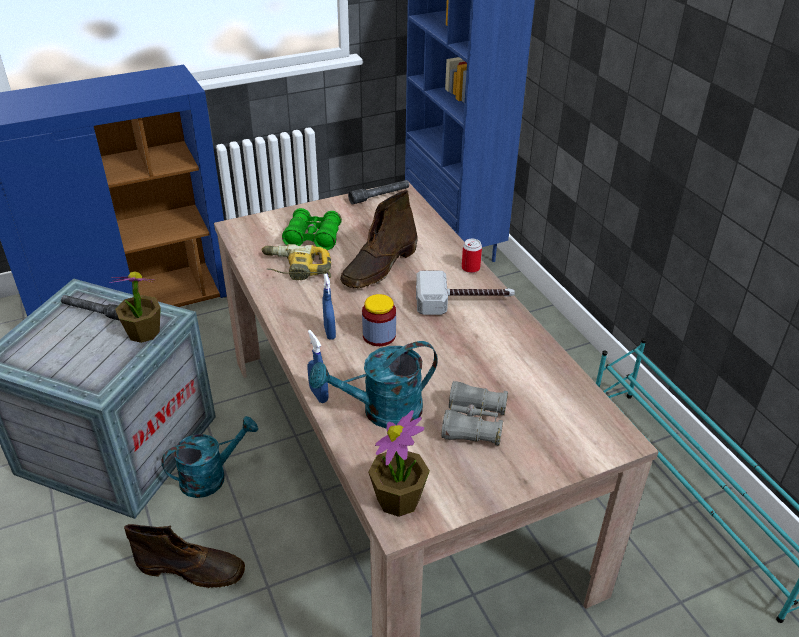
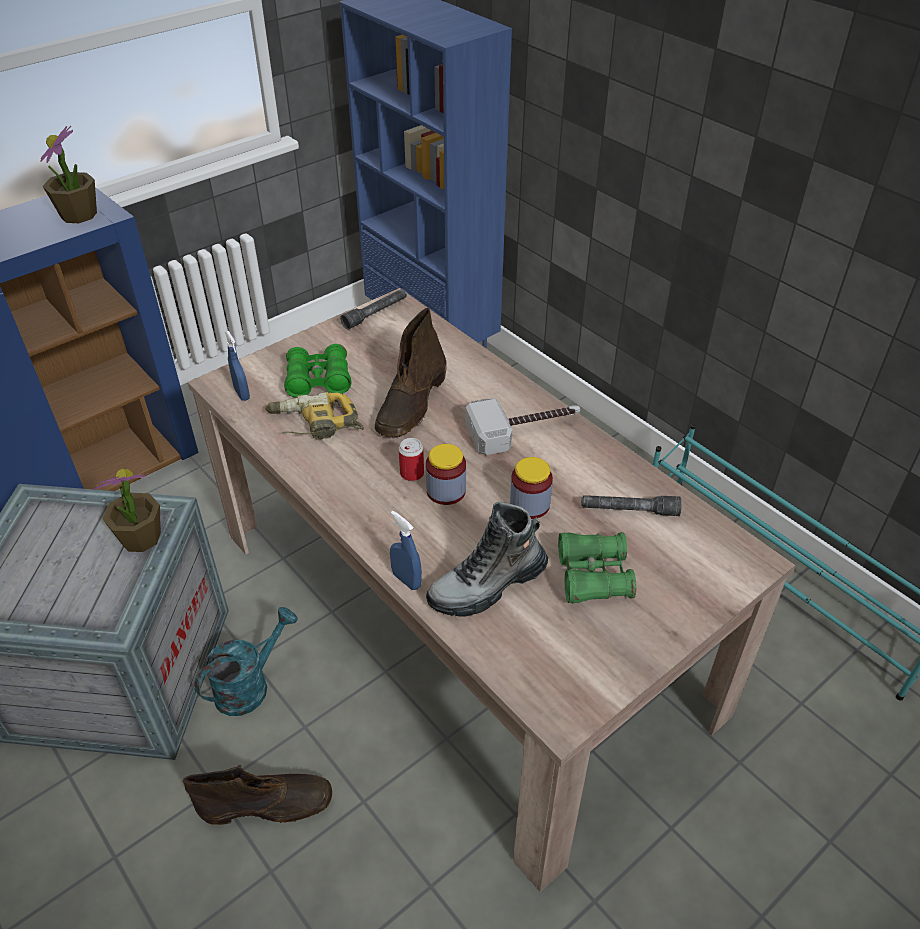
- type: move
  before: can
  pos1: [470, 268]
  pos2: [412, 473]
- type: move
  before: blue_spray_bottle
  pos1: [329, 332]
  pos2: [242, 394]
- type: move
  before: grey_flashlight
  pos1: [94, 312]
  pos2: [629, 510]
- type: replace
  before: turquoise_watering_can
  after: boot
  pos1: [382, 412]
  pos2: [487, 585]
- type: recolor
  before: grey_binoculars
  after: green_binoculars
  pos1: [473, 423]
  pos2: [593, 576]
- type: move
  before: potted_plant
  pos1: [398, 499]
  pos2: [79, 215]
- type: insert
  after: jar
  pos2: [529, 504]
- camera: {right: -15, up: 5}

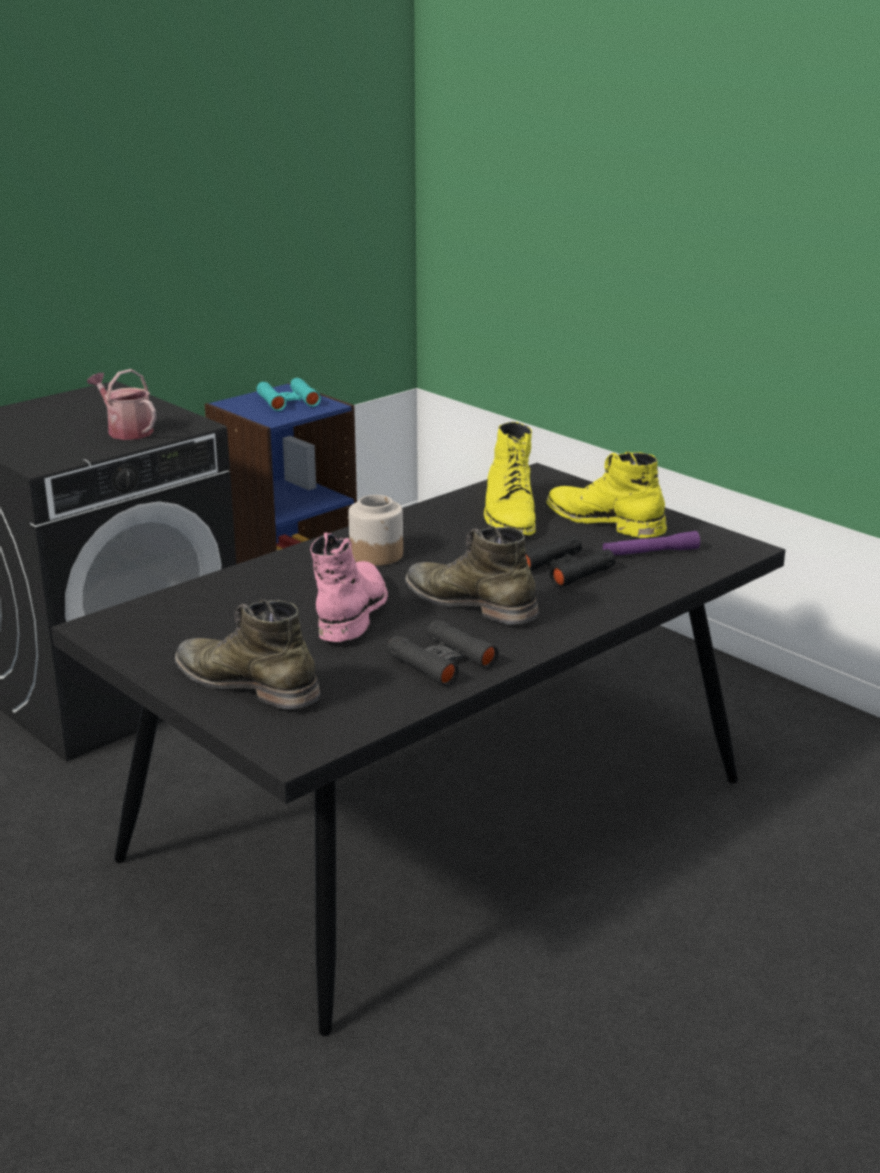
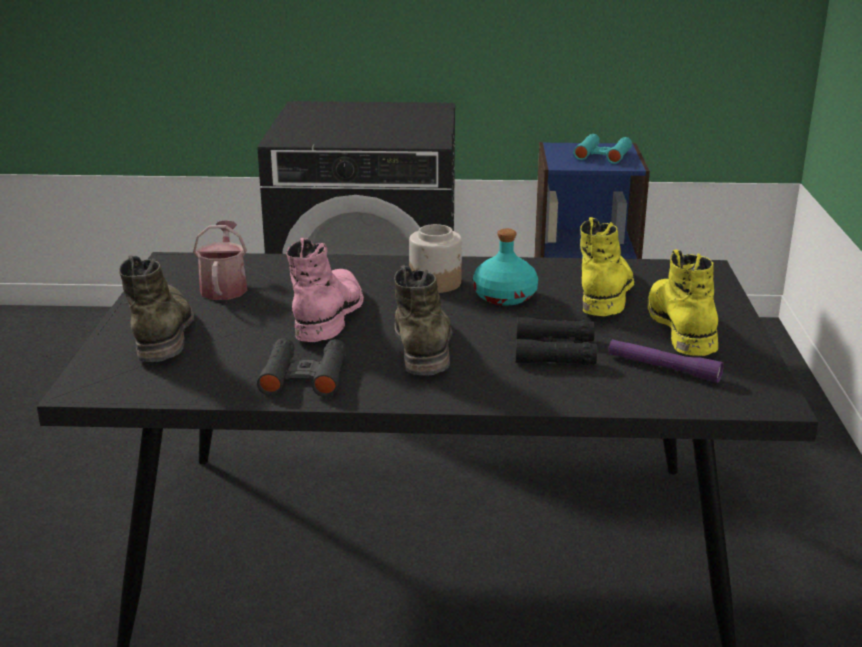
- type: move
  before: watering_can
  pos1: [126, 431]
  pos2: [224, 287]
- type: rotate
  before: yellow_boot
  pos1: [509, 515]
  pos2: [604, 292]
  turn: 150
- type: rotate
  before: pink_boot
  pos1: [352, 611]
  pos2: [329, 315]
  turn: -45
- type: insert
  after: turquoise_bottle
  pos2: [505, 296]
- camera: {right: 45, up: 0}

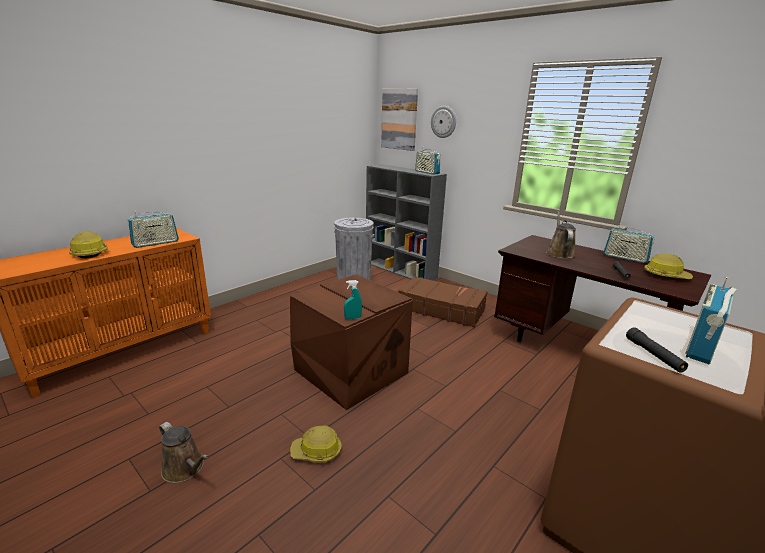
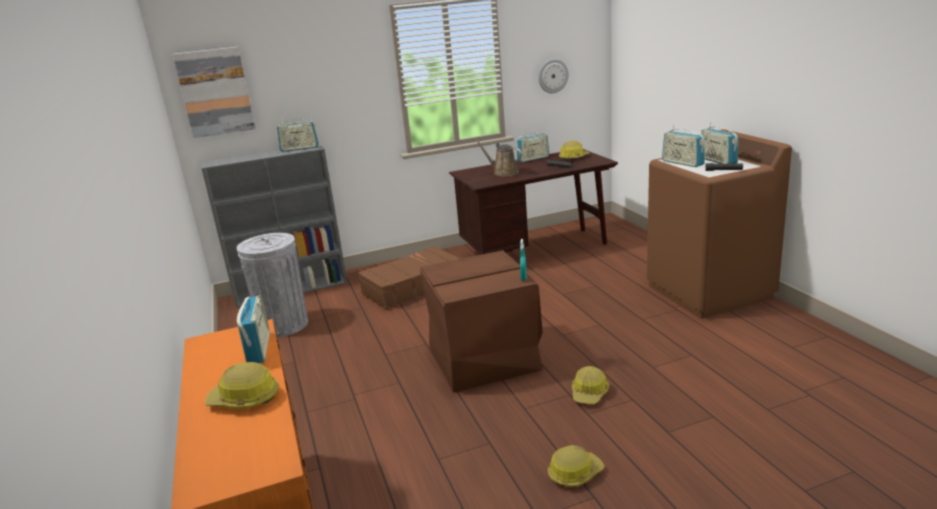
- type: move
  before: wall_clock
  pos1: [443, 122]
  pos2: [553, 76]
- type: replace
  before: brown_watering_can
  after: hard_hat
  pos1: [185, 469]
  pos2: [574, 473]
- type: insert
  after: radio
  pos2: [682, 163]
- camera: {right: -60, up: 0}

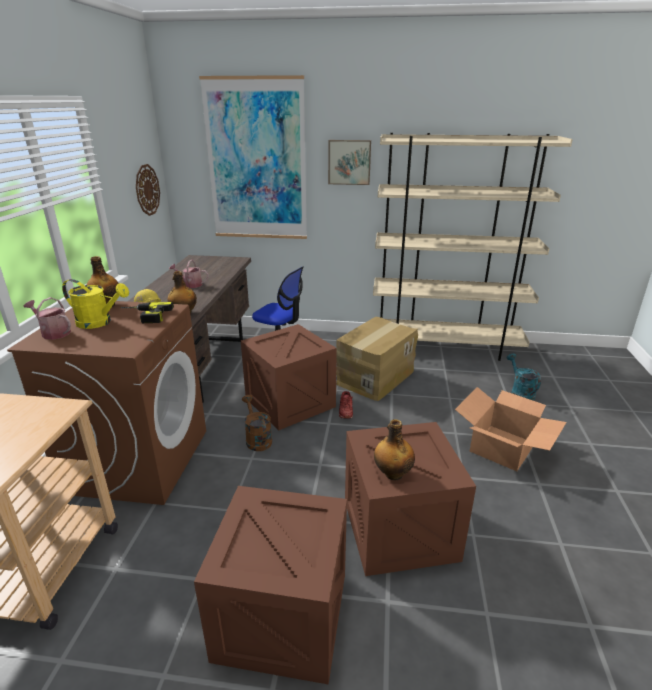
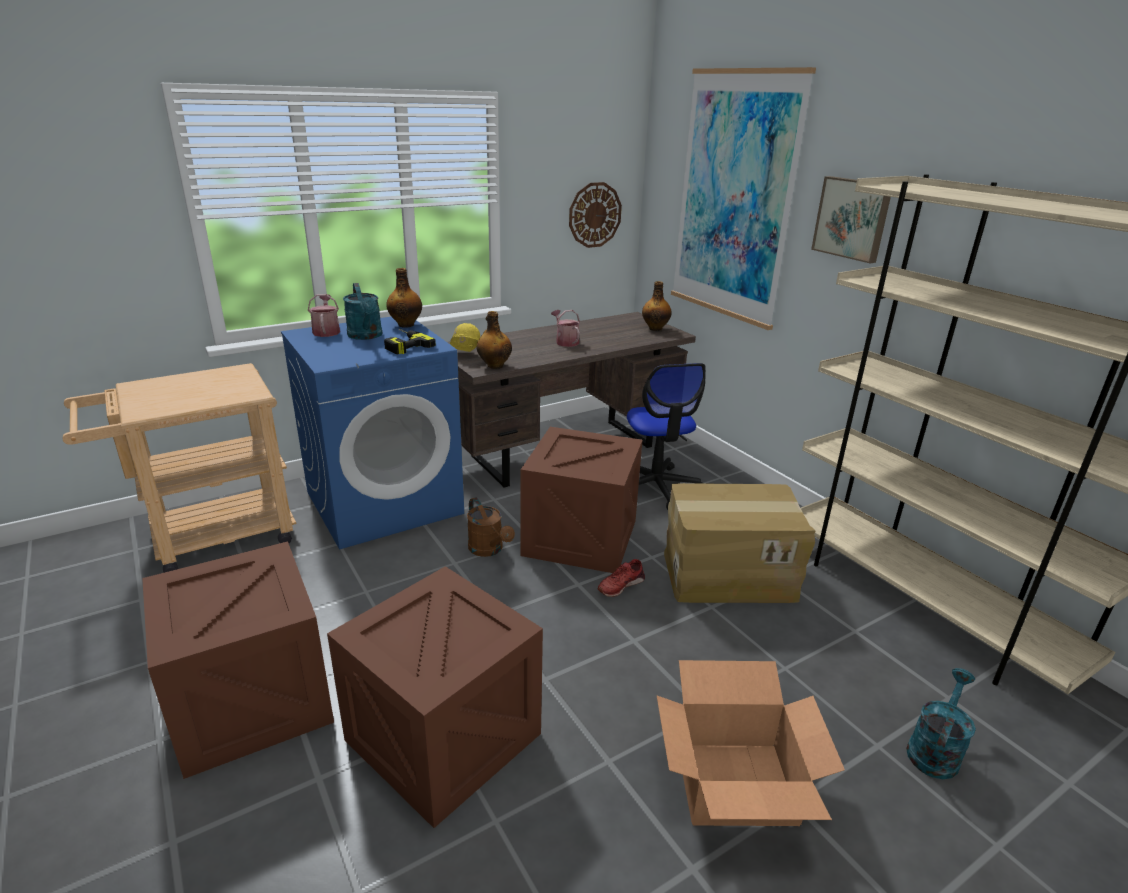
- type: recolor
  before: yellow_watering_can
  after: turquoise_watering_can
  pos1: [99, 323]
  pos2: [366, 336]
- type: recolor
  before: brown_washing_machine
  after: blue_washing_machine
  pos1: [138, 459]
  pos2: [385, 502]
- type: rotate
  before: brown_watering_can
  pos1: [257, 439]
  pos2: [489, 550]
  turn: 120
- type: move
  before: bottle
  pos1: [392, 473]
  pos2: [655, 328]
- camera: {right: 50, up: 0}

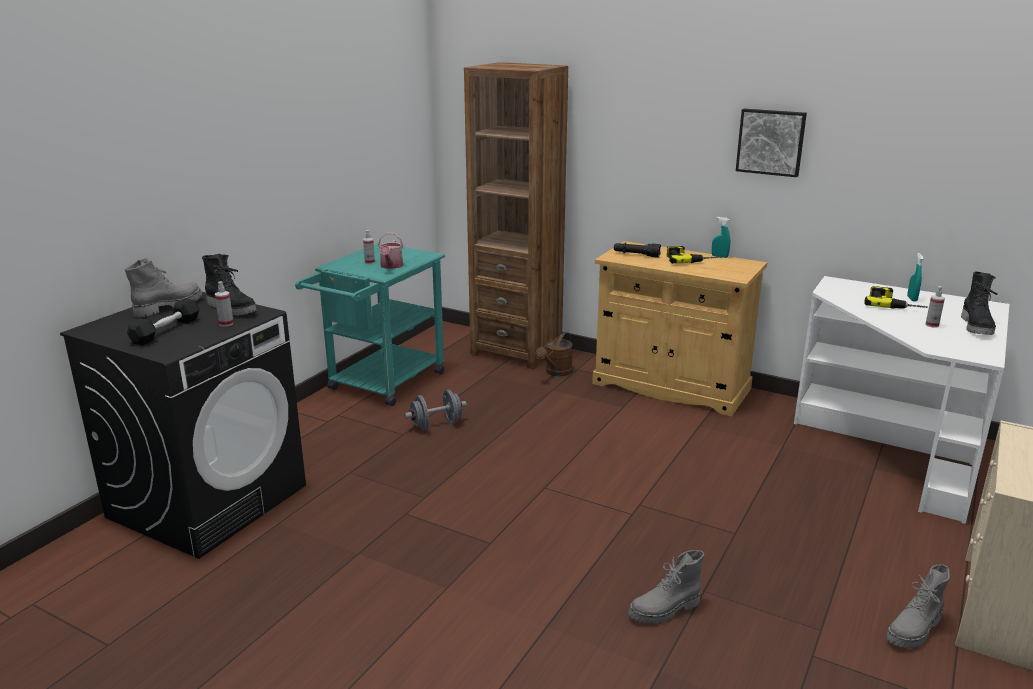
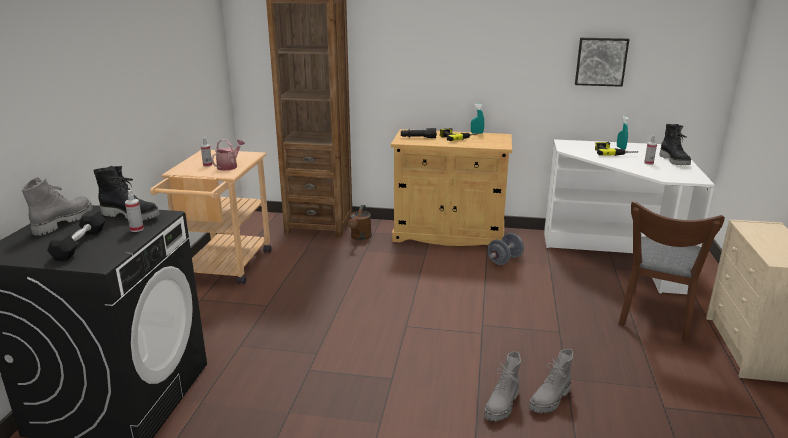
- type: move
  before: picture
  pos1: [771, 142]
  pos2: [601, 61]
- type: rotate
  before: watering_can
  pos1: [391, 266]
  pos2: [229, 166]
  turn: -135
- type: recolor
  before: turquoise_cart
  after: beige_cart
  pos1: [381, 385]
  pos2: [223, 268]
- type: move
  before: grey_dumbbell
  pos1: [436, 425]
  pos2: [504, 260]
- type: move
  before: grey_boot
  pos1: [915, 631]
  pos2: [503, 405]
- type: insert
  after: brown_chair
  pos2: [655, 318]
- camera: {right: -20, up: 0}

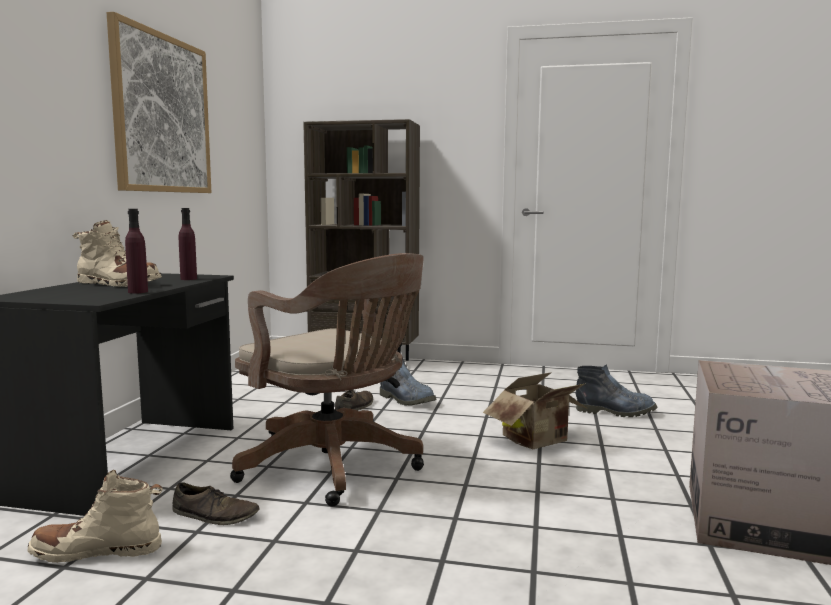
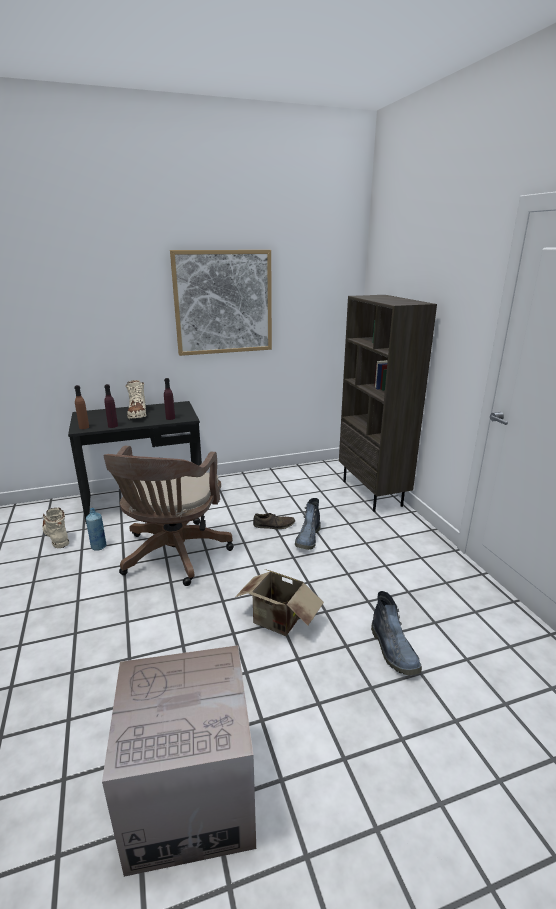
- type: replace
  before: brown_shoe
  after: blue_bottle
  pos1: [215, 515]
  pos2: [99, 547]
- type: insert
  after: brown_bottle
  pos2: [84, 427]
- camera: {right: 60, up: 15}

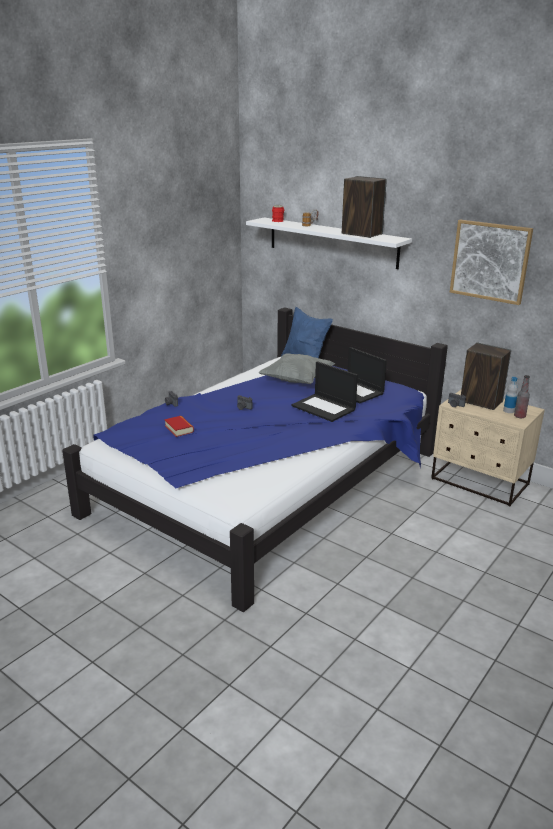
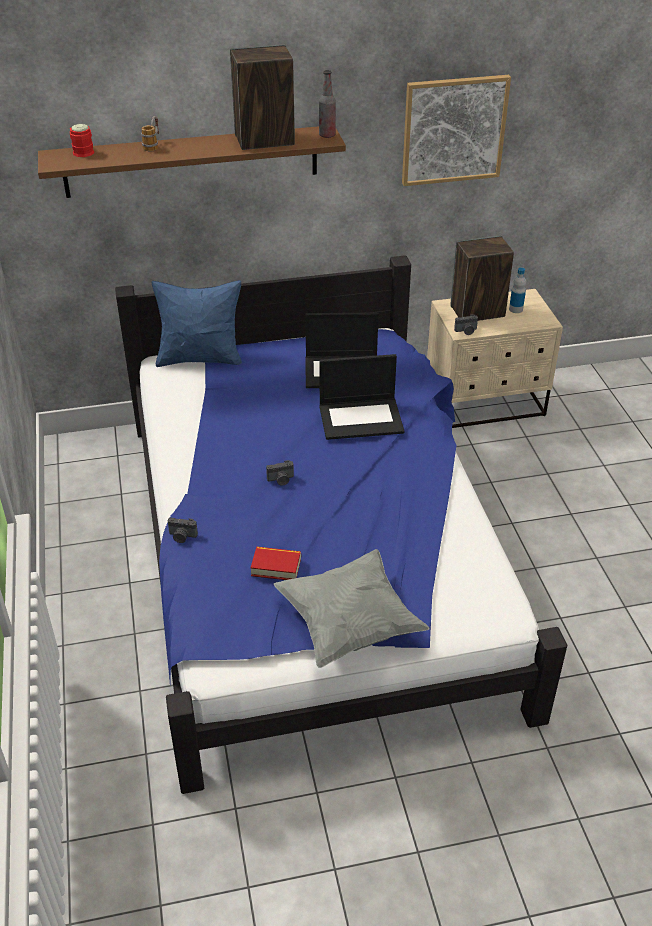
- type: recolor
  before: white_shelf
  after: brown_shelf
  pos1: [332, 242]
  pos2: [191, 161]
- type: move
  before: grey_pillow
  pos1: [296, 380]
  pos2: [349, 624]
- type: move
  before: bottle
  pos1: [519, 416]
  pos2: [327, 135]
- camera: {right: -50, up: 15}

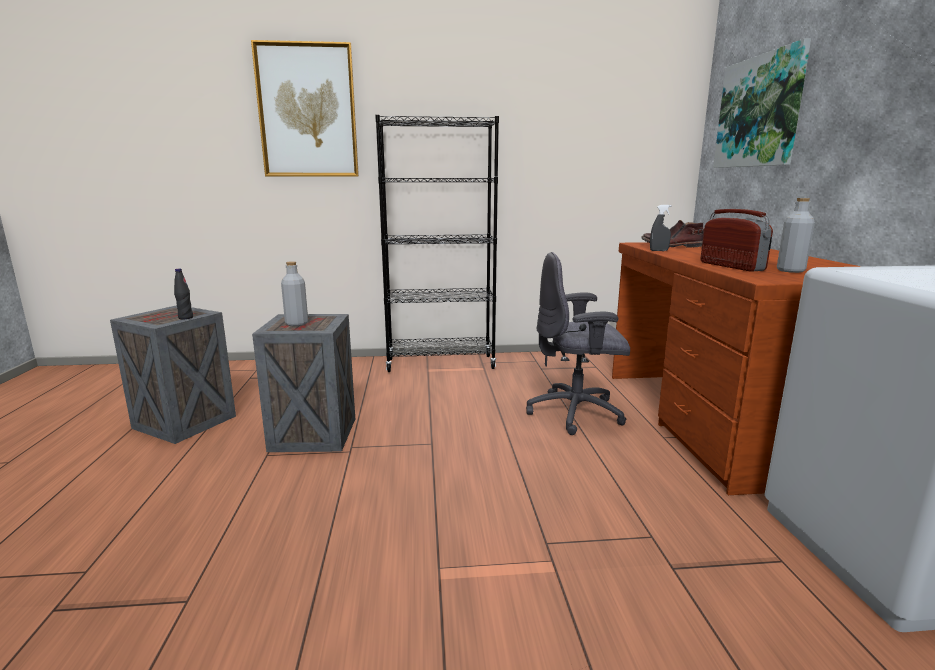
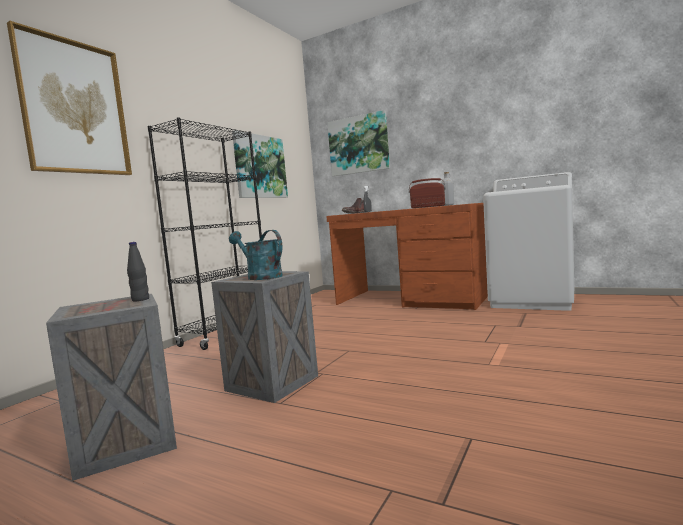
- type: delete
  before: grey_office_chair
  pos1: [576, 413]
- type: replace
  before: grey_bottle
  after: turquoise_watering_can
  pos1: [296, 324]
  pos2: [260, 277]
- type: insert
  after: picture
  pos2: [260, 167]
- camera: {right: -55, up: -10}

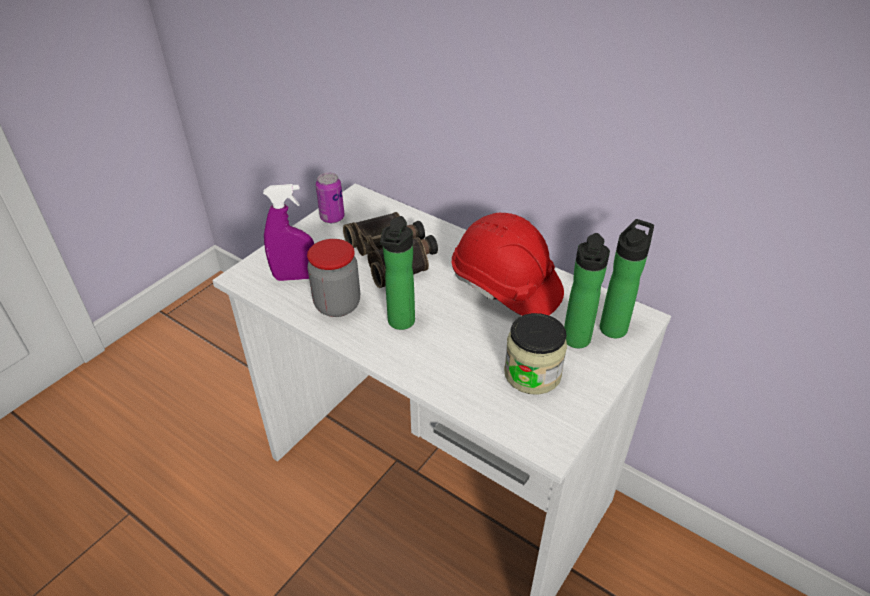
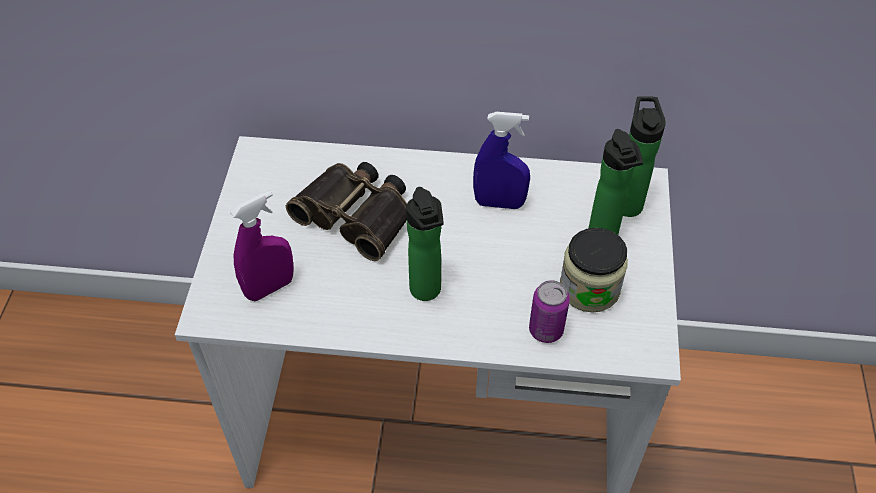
- type: move
  before: can
  pos1: [332, 218]
  pos2: [546, 330]
- type: replace
  before: red_hard_hat
  after: blue_spray_bottle
  pos1: [505, 287]
  pos2: [499, 203]
- type: delete
  before: jar
  pos1: [337, 305]
- camera: {right: -30, up: 10}

